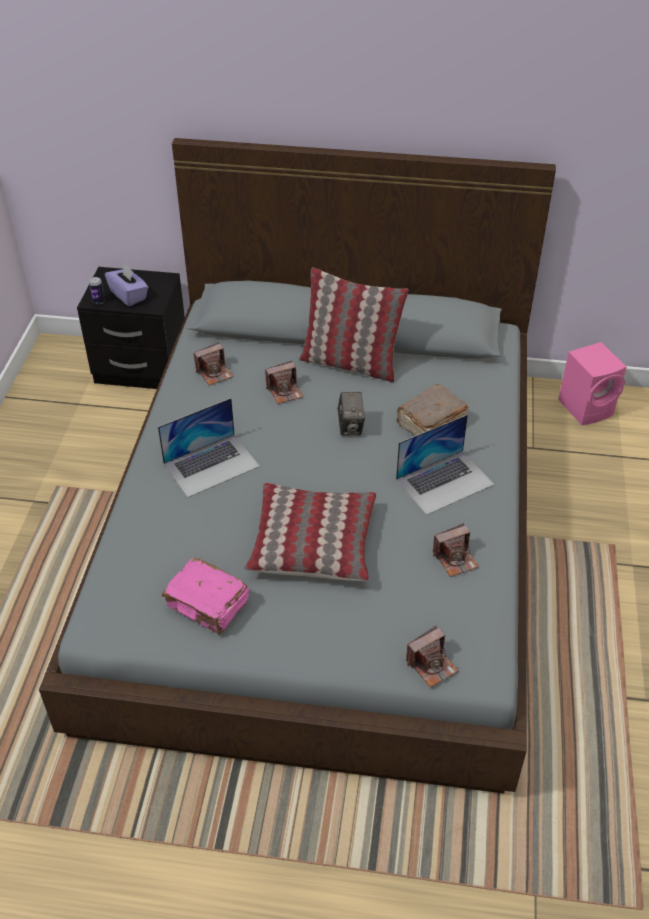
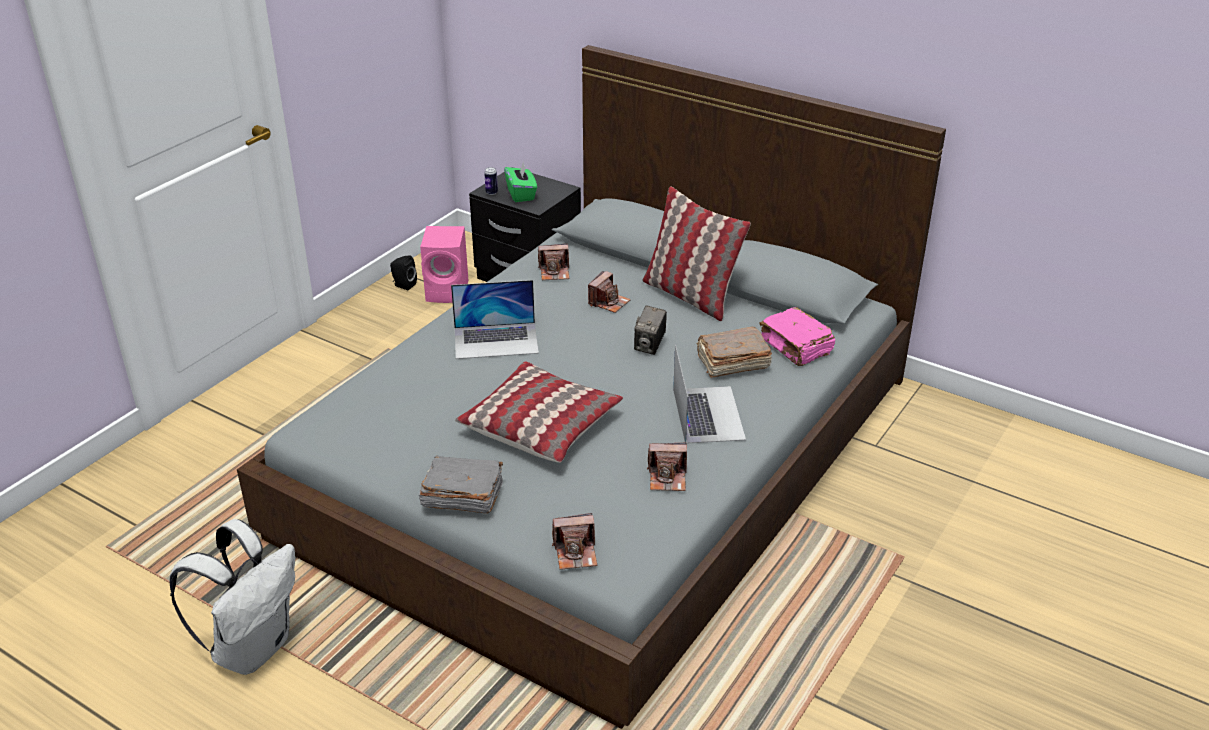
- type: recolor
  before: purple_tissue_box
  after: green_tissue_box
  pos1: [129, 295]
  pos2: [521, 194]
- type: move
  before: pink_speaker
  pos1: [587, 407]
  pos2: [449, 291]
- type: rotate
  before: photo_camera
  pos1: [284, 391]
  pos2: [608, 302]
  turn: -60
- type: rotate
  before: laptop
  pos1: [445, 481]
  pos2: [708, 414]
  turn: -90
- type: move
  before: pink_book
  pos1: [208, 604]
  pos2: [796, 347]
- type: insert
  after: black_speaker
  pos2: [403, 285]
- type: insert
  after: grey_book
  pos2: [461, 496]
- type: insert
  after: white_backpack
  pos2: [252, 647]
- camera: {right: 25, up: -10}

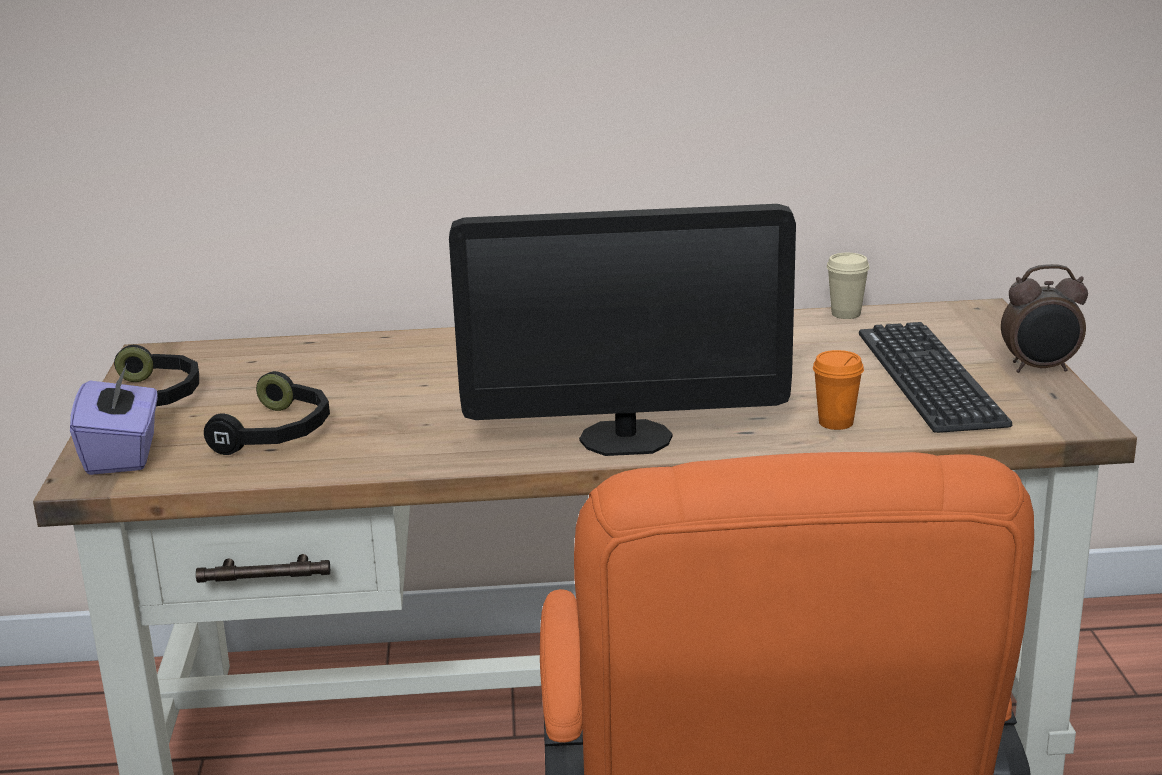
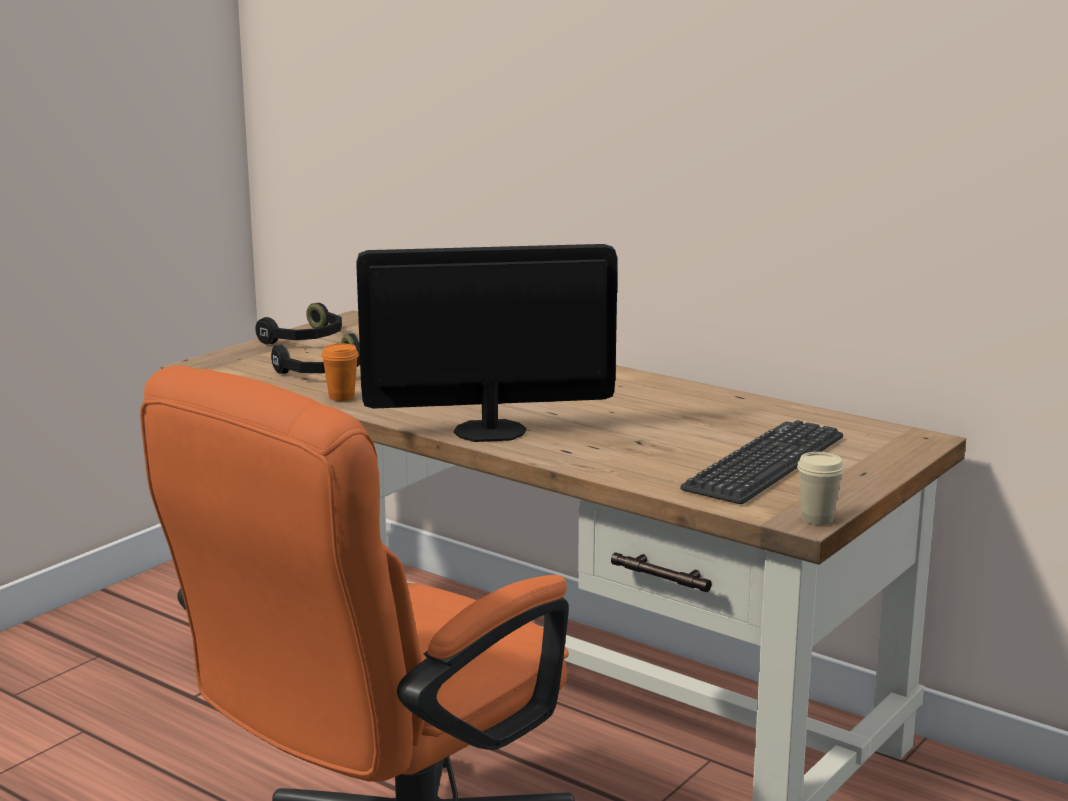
- type: rotate
  before: monitor
  pos1: [626, 438]
  pos2: [490, 431]
  turn: 135
- type: move
  before: beige_cup
  pos1: [846, 314]
  pos2: [817, 519]
- type: delete
  before: alarm_clock
  pos1: [1040, 369]
- type: move
  before: orange_cup
  pos1: [836, 422]
  pos2: [341, 397]
- type: delete
  before: purple_tissue_box
  pos1: [123, 454]
- camera: {right: 40, up: -5}

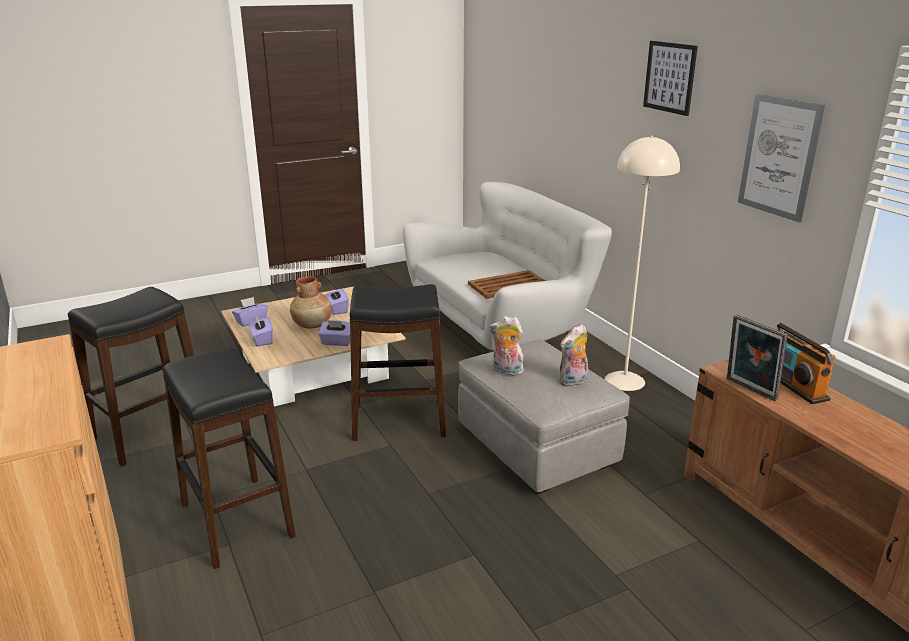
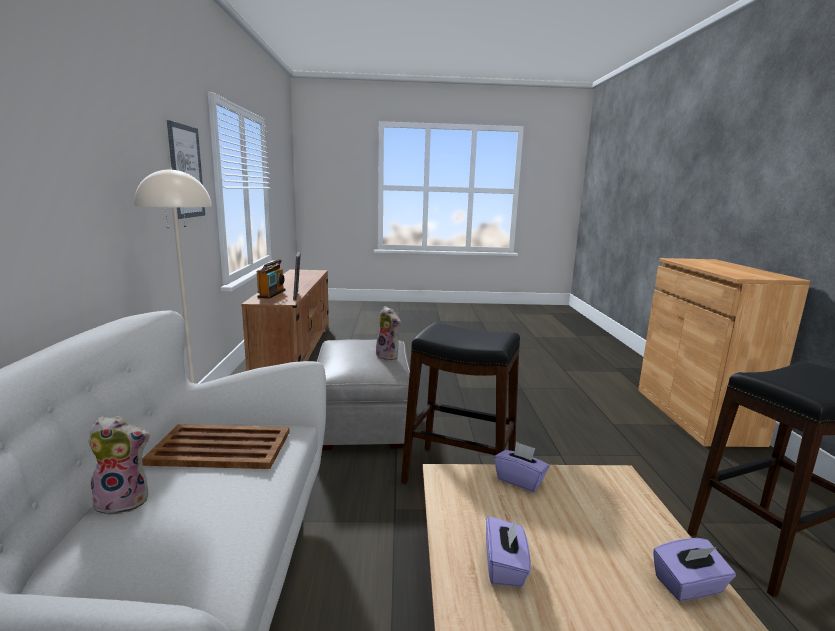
- type: delete
  before: picture
  pos1: [670, 77]
- type: delete
  before: brown_vase
  pos1: [312, 325]
- type: delete
  before: purple_tissue_box
  pos1: [262, 340]
- type: move
  before: plush_toy
  pos1: [573, 382]
  pos2: [125, 500]
- type: delete
  before: black_stool
  pos1: [237, 520]
- camera: {right: -155, up: -10}

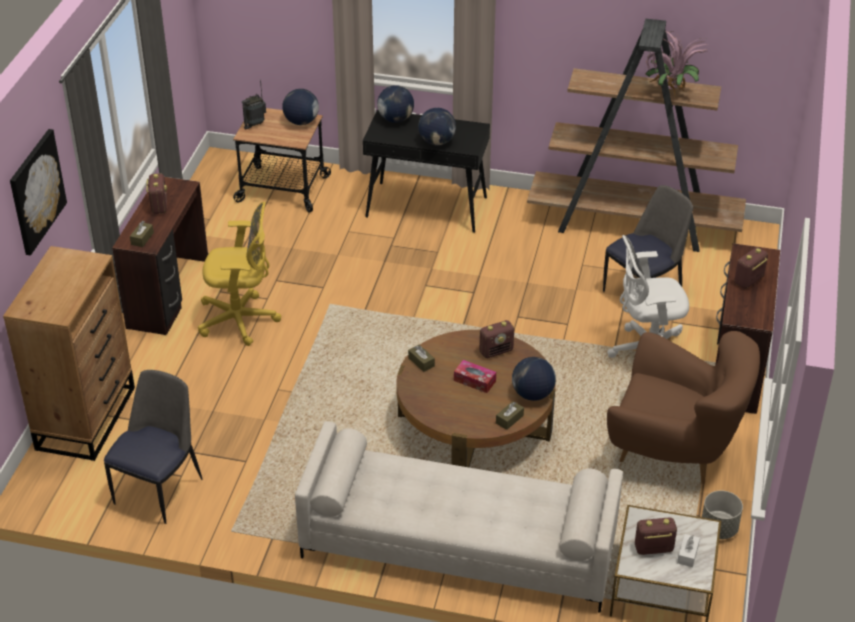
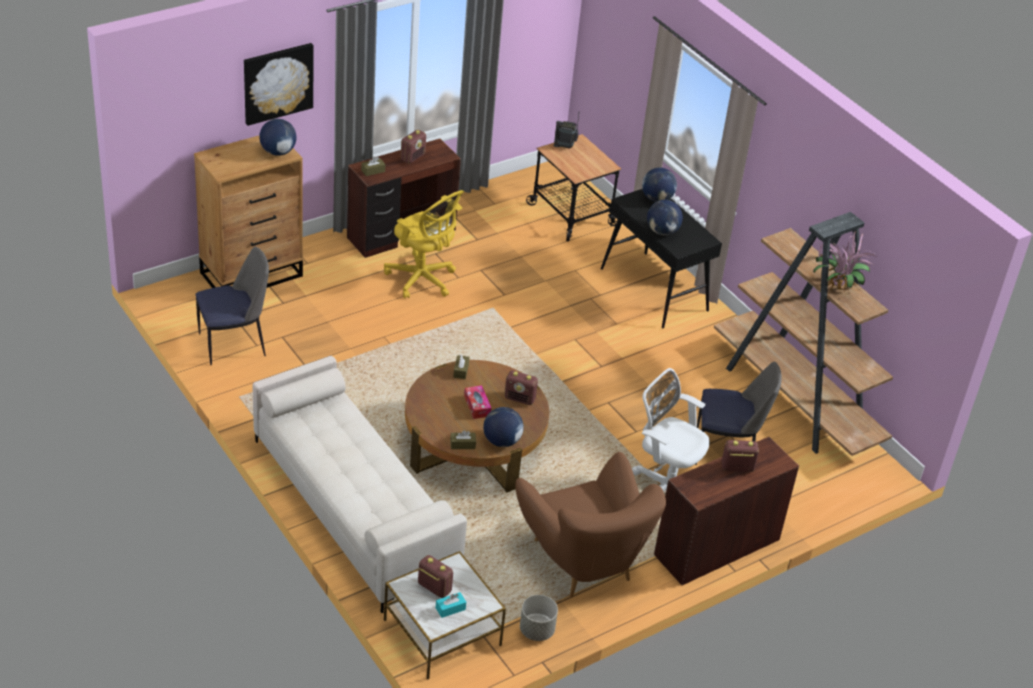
- type: move
  before: globe
  pos1: [301, 122]
  pos2: [277, 152]
- type: recolor
  before: white_tissue_box
  after: turquoise_tissue_box
  pos1: [687, 554]
  pos2: [450, 608]
- camera: {right: 40, up: 0}

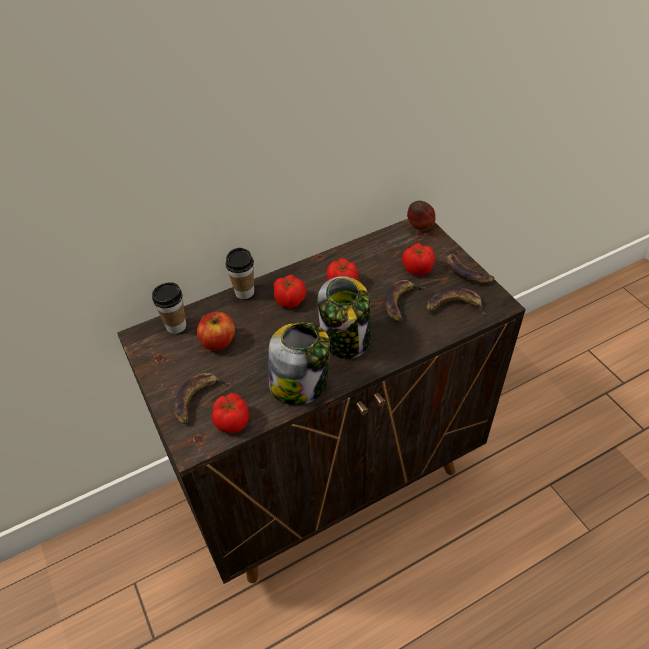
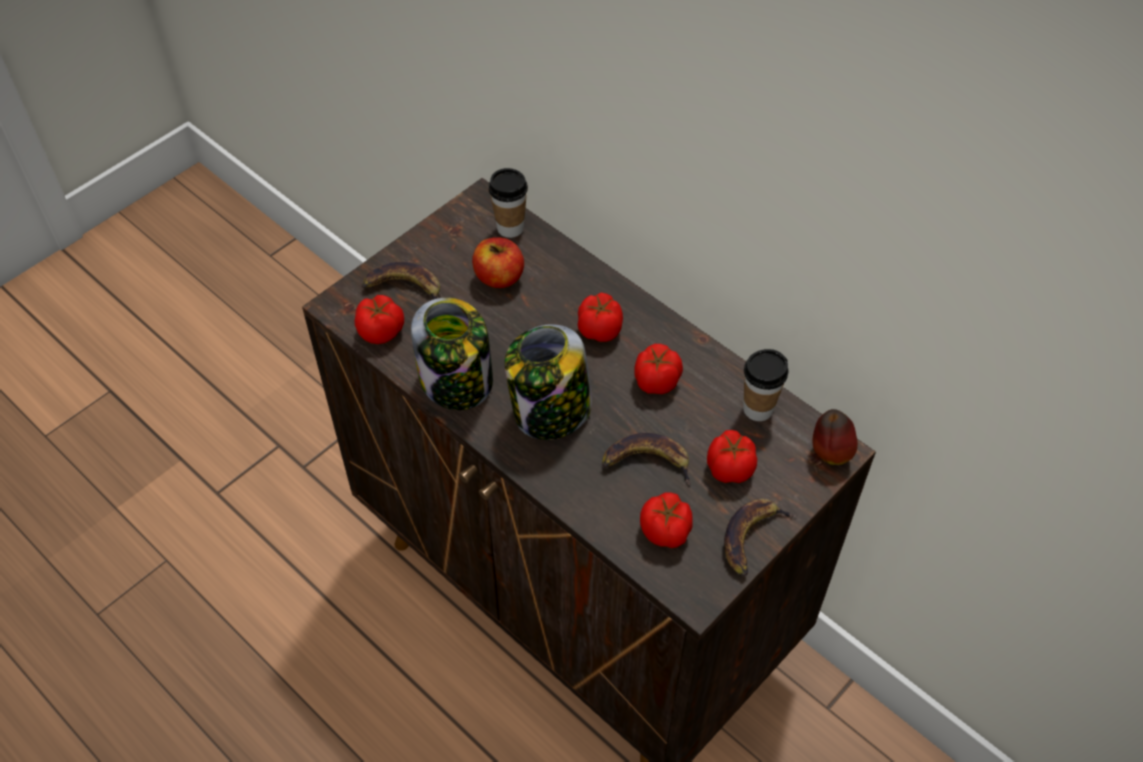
- type: move
  before: cup
  pos1: [244, 292]
  pos2: [758, 409]
- type: replace
  before: banana
  after: tomato
  pos1: [454, 306]
  pos2: [666, 532]
- camera: {right: 70, up: 5}

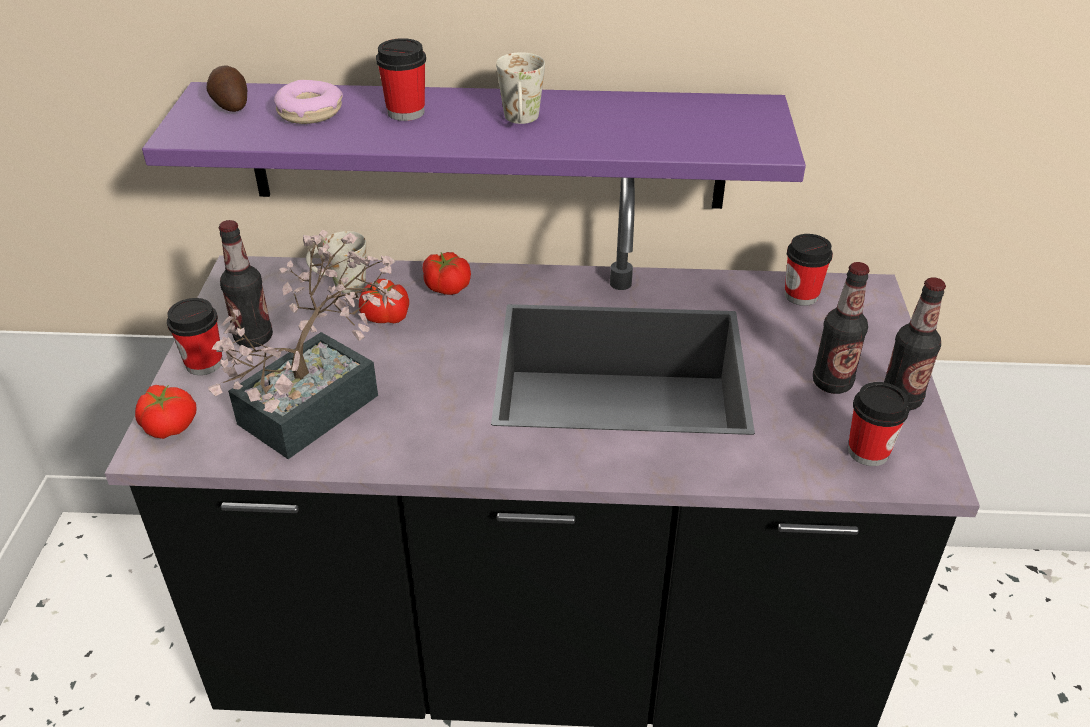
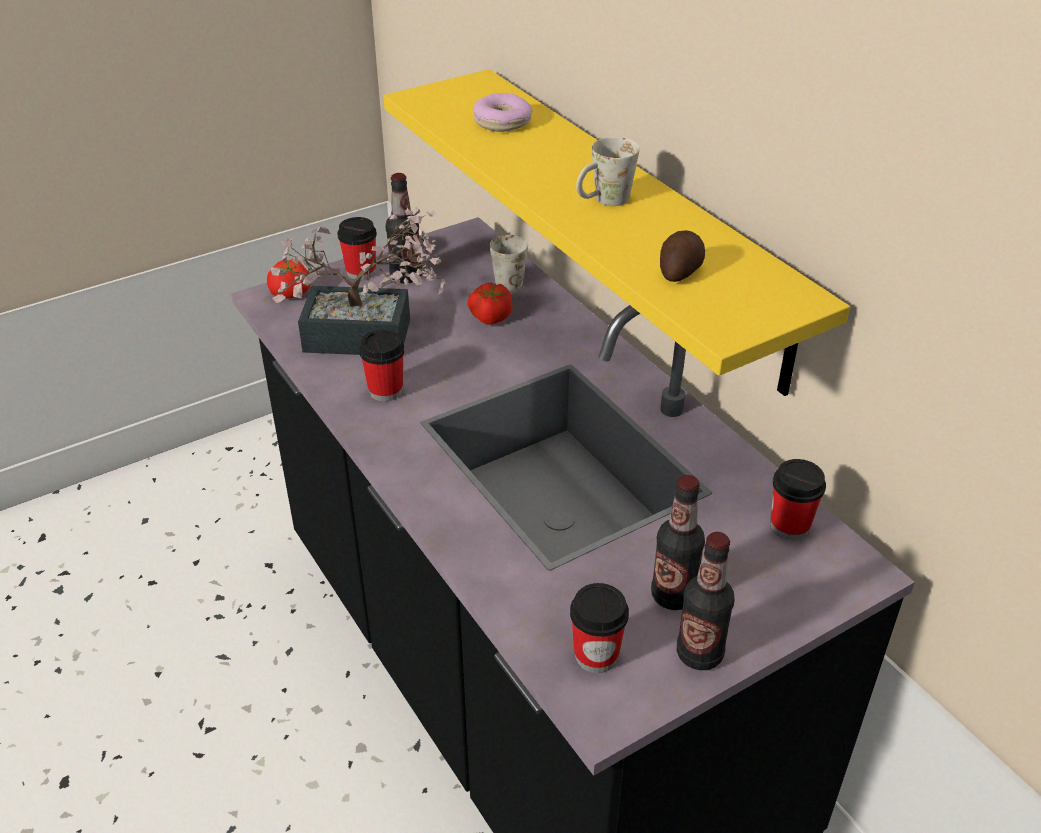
- type: move
  before: cup
  pos1: [406, 112]
  pos2: [385, 391]
- type: move
  before: potato
  pos1: [230, 105]
  pos2: [679, 271]
- type: recolor
  before: purple_shelf
  after: yellow_shelf
  pos1: [487, 146]
  pos2: [635, 222]
- type: delete
  before: tomato
  pos1: [447, 286]
- camera: {right: 55, up: 0}

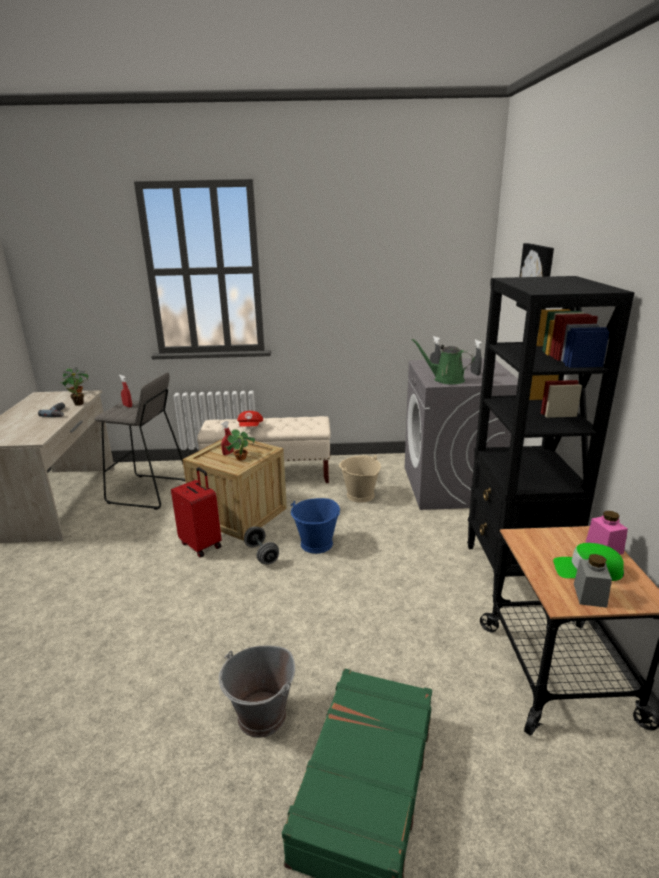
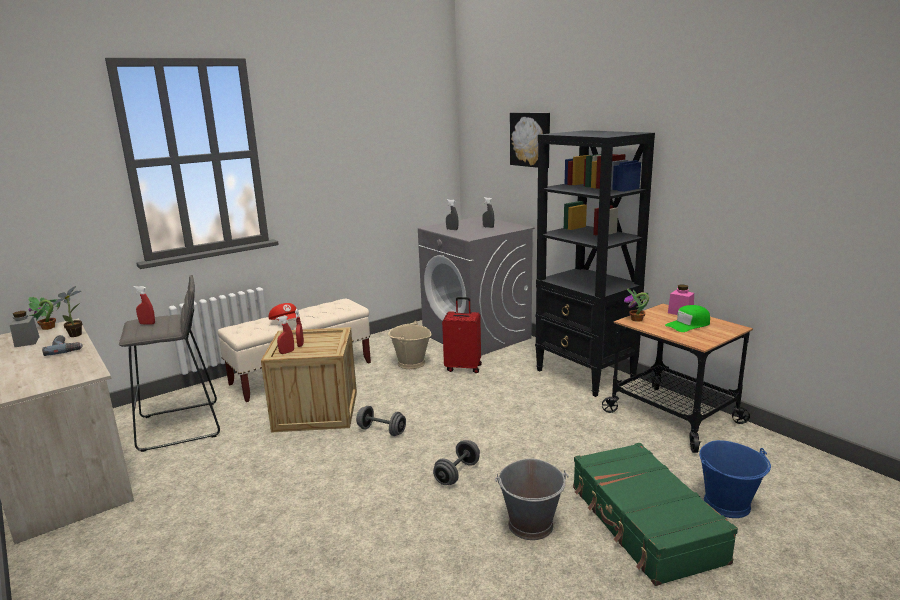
- type: delete
  before: green_watering_can
  pos1: [445, 379]
- type: move
  before: potted_plant
  pos1: [240, 458]
  pos2: [637, 319]
- type: move
  before: red_suitcase
  pos1: [202, 545]
  pos2: [463, 367]
- type: move
  before: blue_bucket
  pos1: [317, 544]
  pos2: [727, 504]
- type: move
  before: grey_jar
  pos1: [589, 595]
  pos2: [27, 342]
- type: insert
  after: red_spray_bottle
  pos2: [287, 352]
- type: insert
  after: grey_dumbbell
  pos2: [457, 473]
- camera: {right: -35, up: -5}

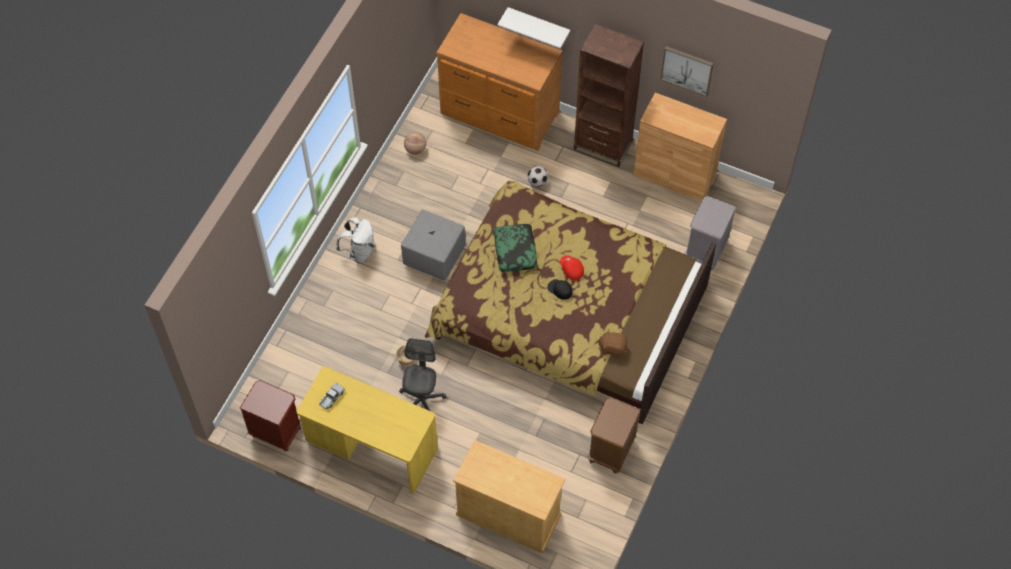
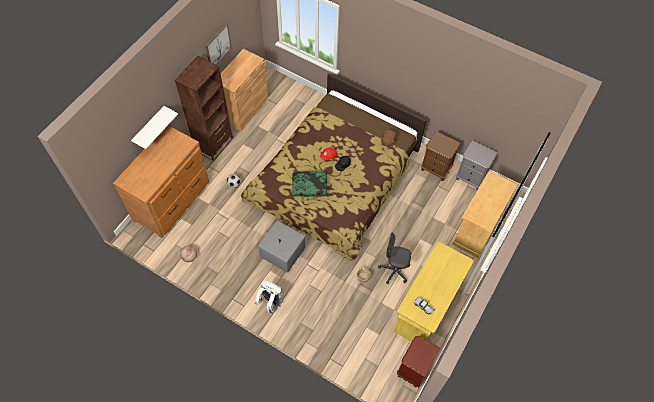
- type: move
  before: grey_nightstand
  pos1: [705, 251]
  pos2: [470, 178]
- camera: {right: -85, up: 0}

